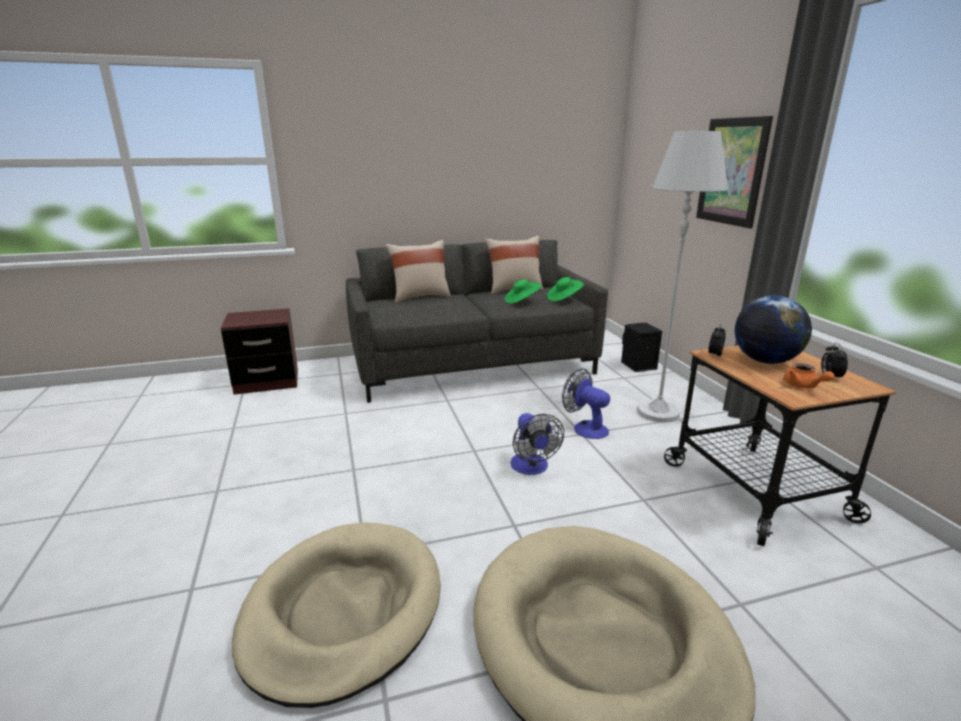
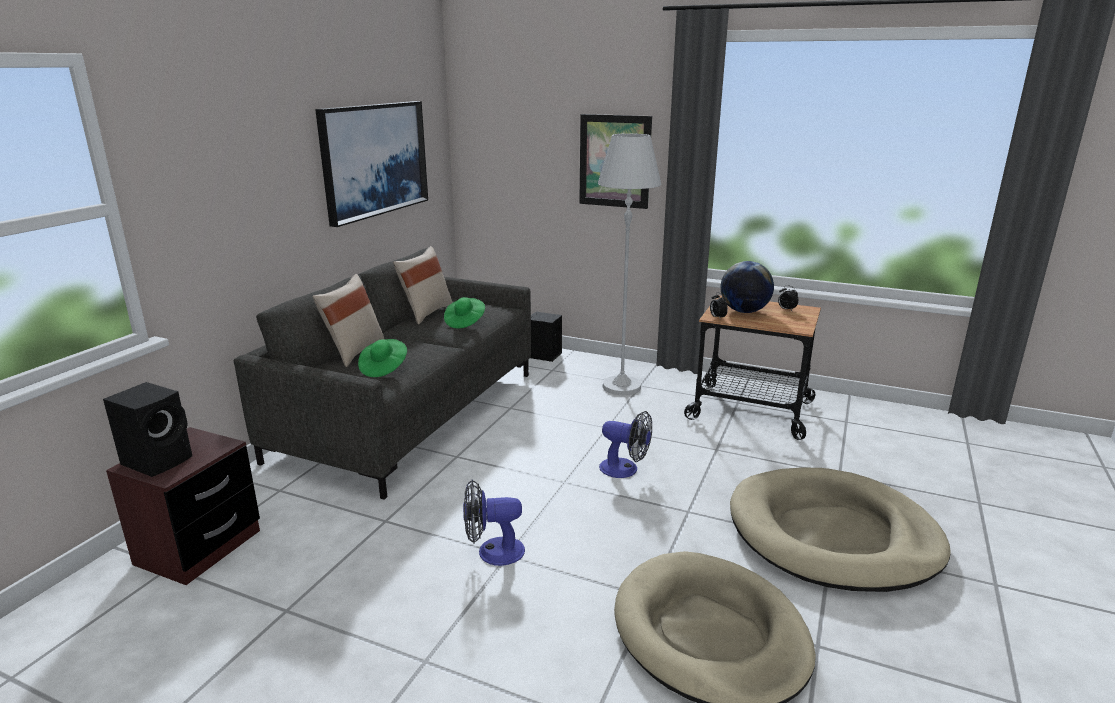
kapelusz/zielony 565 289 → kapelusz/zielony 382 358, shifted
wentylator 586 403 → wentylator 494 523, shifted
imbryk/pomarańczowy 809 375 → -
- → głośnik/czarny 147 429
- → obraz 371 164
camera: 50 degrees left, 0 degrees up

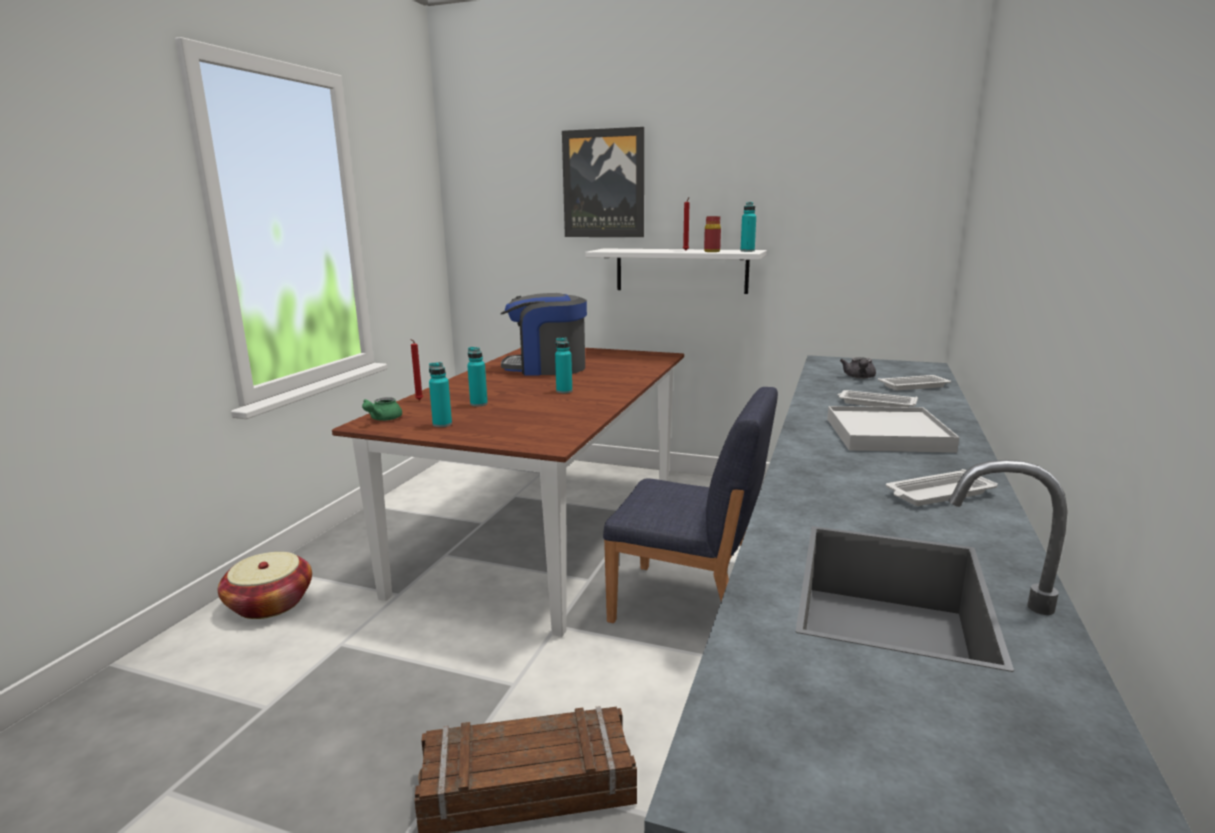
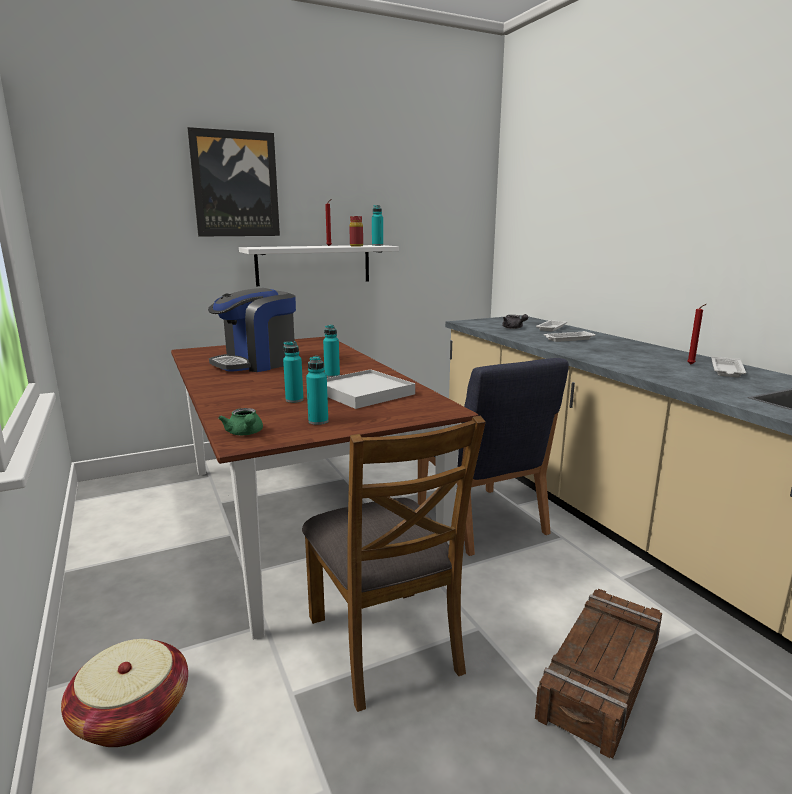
świeca/czerwony 416 369 → świeca/czerwony 696 334, shifted
krzesło/niebieski 690 505 → krzesło/niebieski 493 457, 90 degrees clockwise
taca/biały 893 429 → taca/biały 371 389, shifted
- → krzesło/brązowy 394 564
camera: 45 degrees left, 0 degrees up

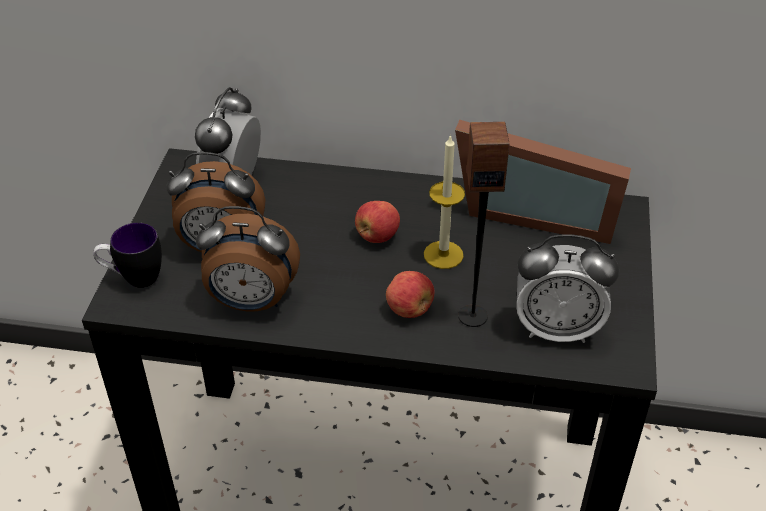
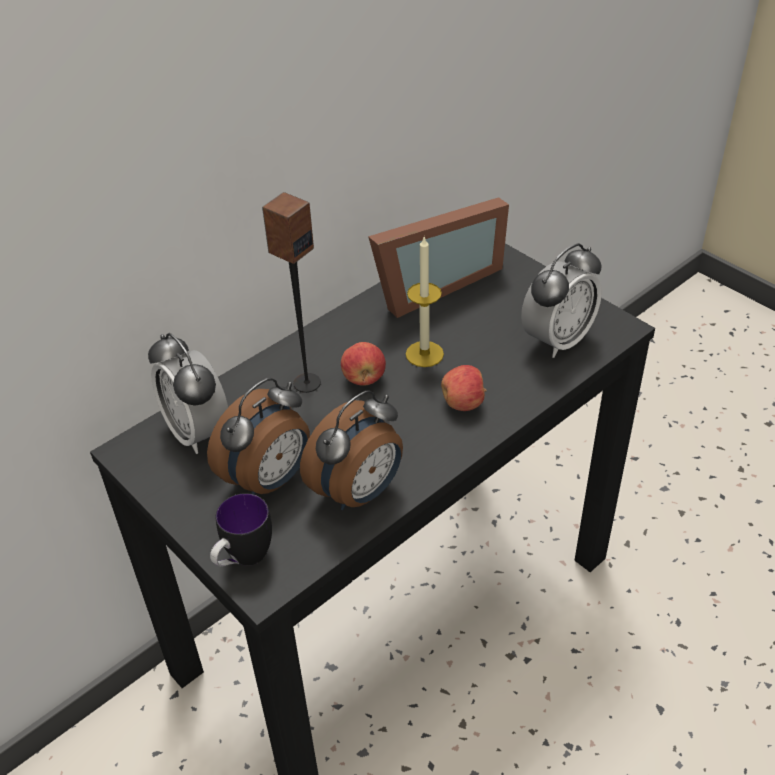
głośnik 484 224 → głośnik 291 292, shifted
camera: 50 degrees left, 0 degrees up

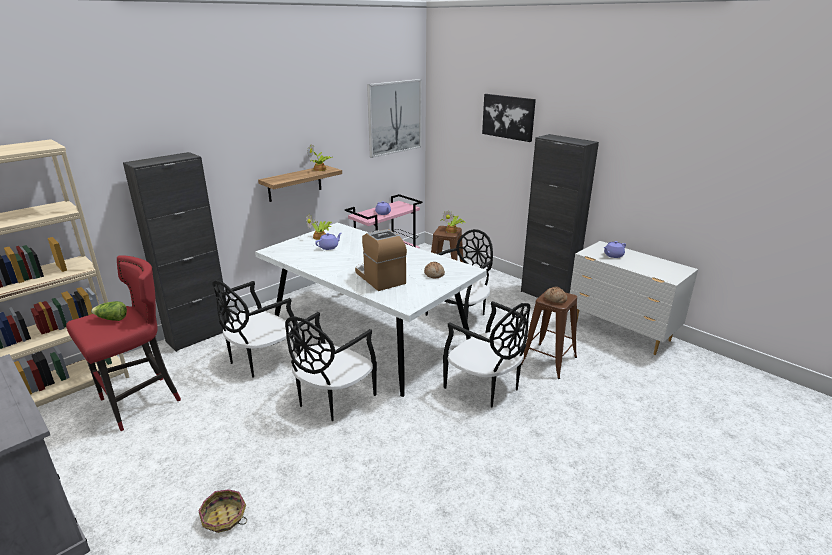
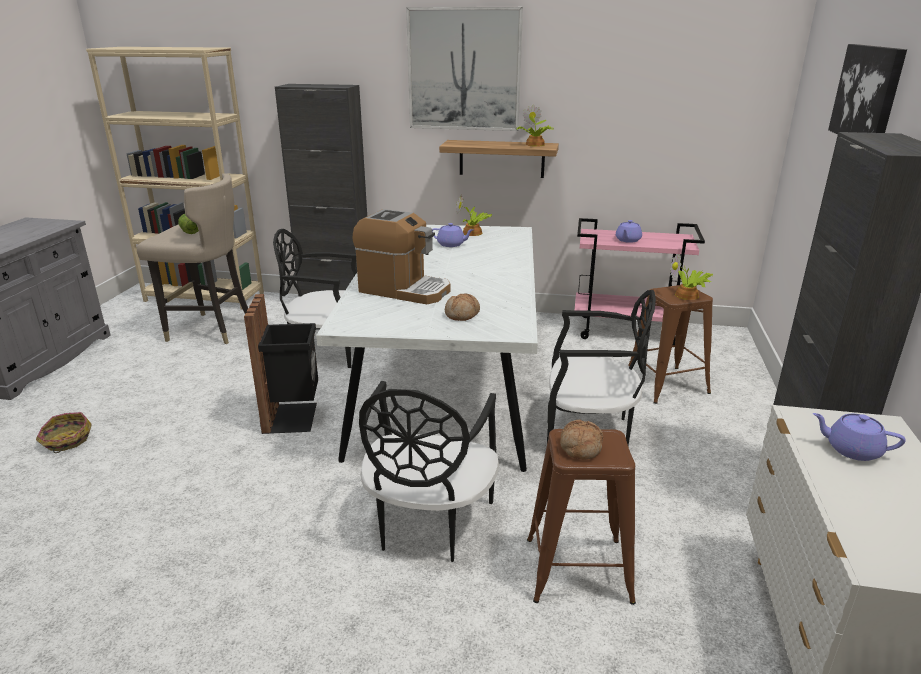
stołek/czerwony 123 343 → stołek/beżowy 192 258
krzesło/czarny 331 366 → kosz na śmieci/czarny 281 364
ekspres do kawy 381 260 → ekspres do kawy 401 256, 90 degrees clockwise
obraz 394 118 → obraz 464 69, shifted
camera: 55 degrees right, 0 degrees up

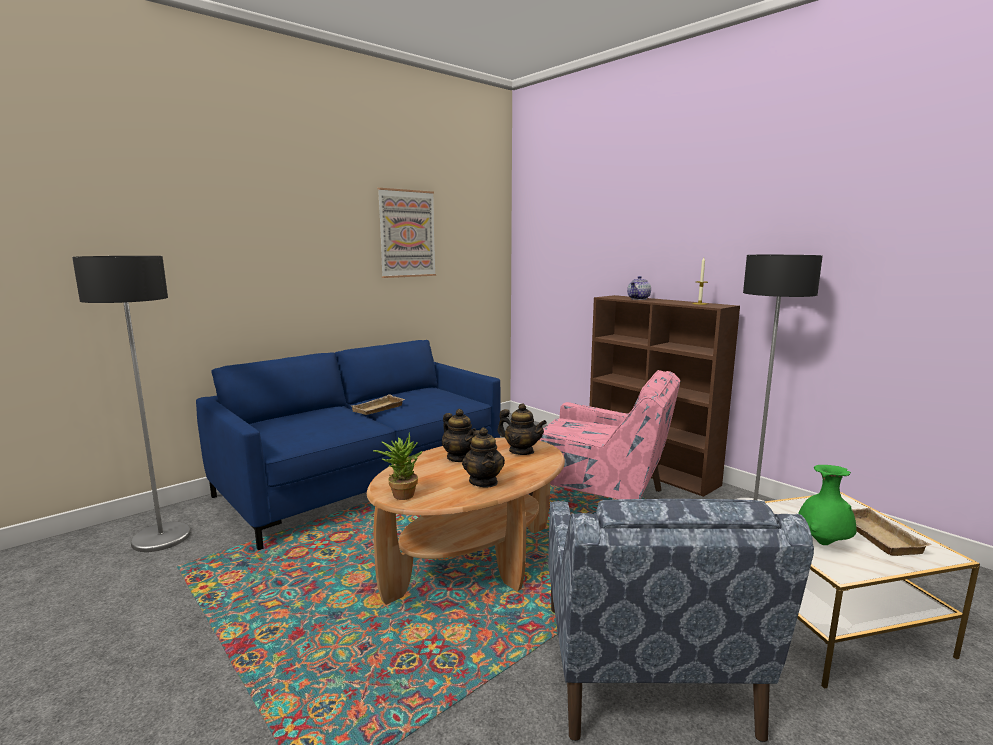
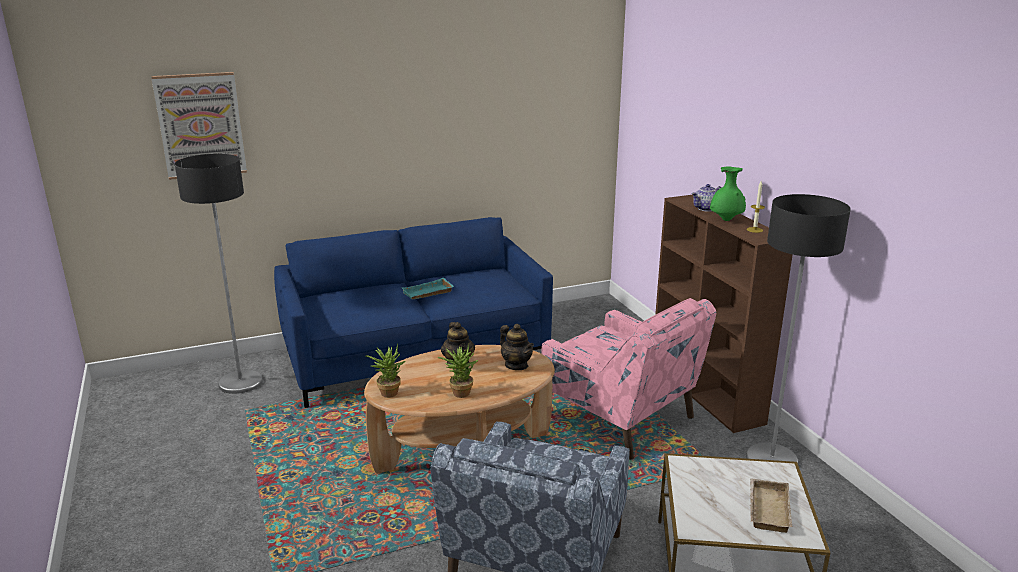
taca/beżowy 378 404 → taca/turkusowy 428 289
obraz 407 233 → obraz 199 126, shifted
imbryk 483 457 → roślina doniczkowa 458 370
wazon/zielony 827 505 → wazon/zielony 728 194, shifted
camera: 20 degrees right, 10 degrees up

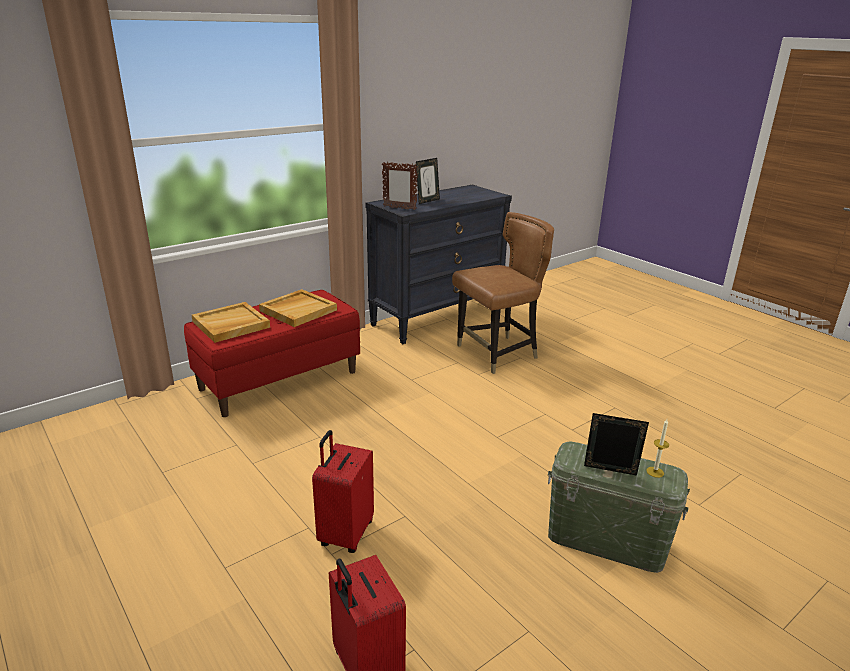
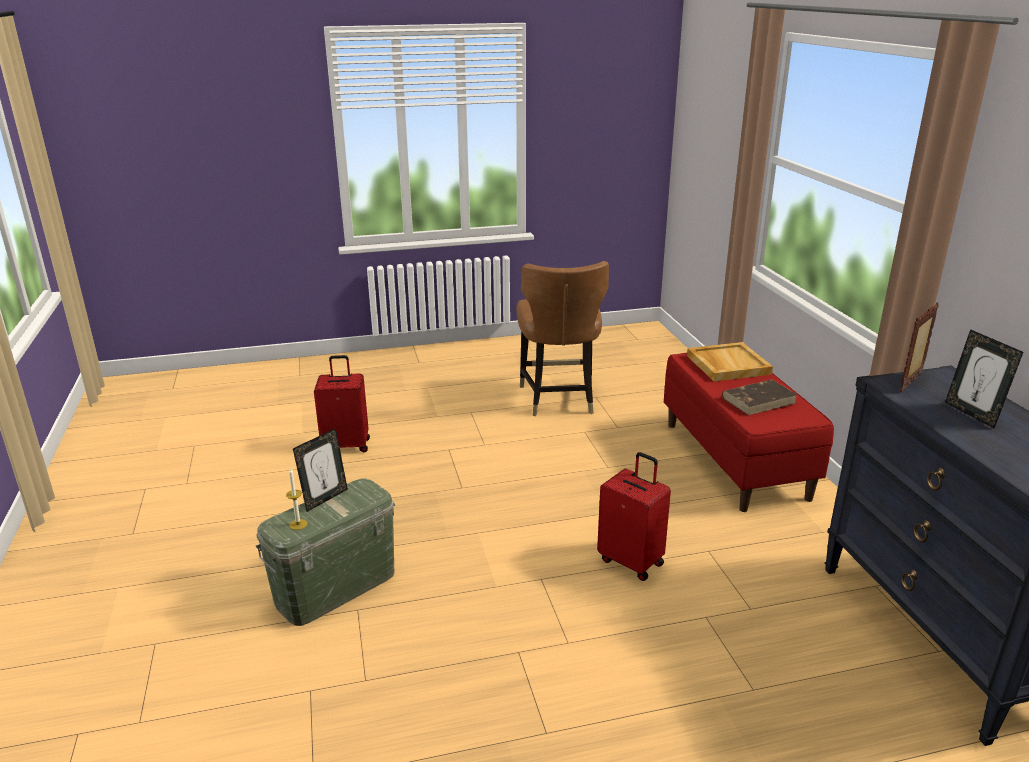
taca/beżowy 298 308 → książka/brązowy 760 397
walizka/czerwony 343 491 → walizka/czerwony 634 516, shifted
krzesło/brązowy 503 293 → krzesło/brązowy 563 338, shifted
camera: 115 degrees right, 0 degrees up

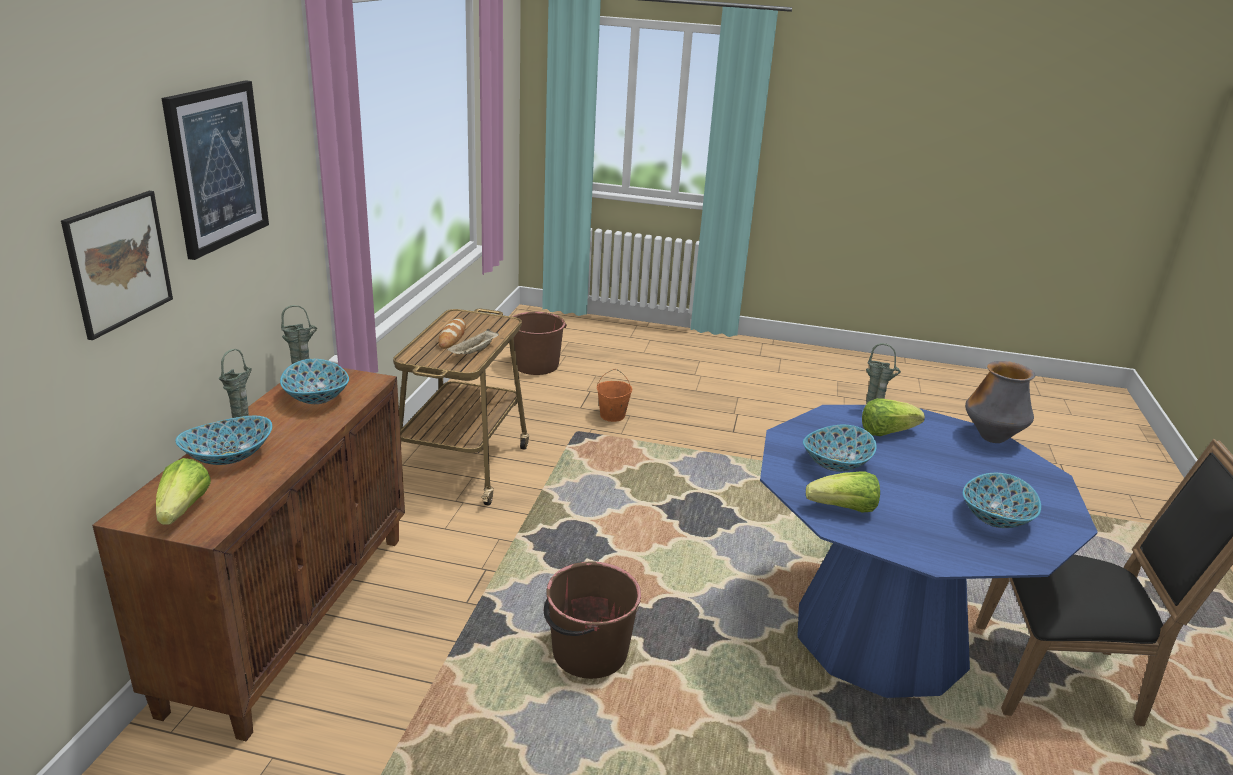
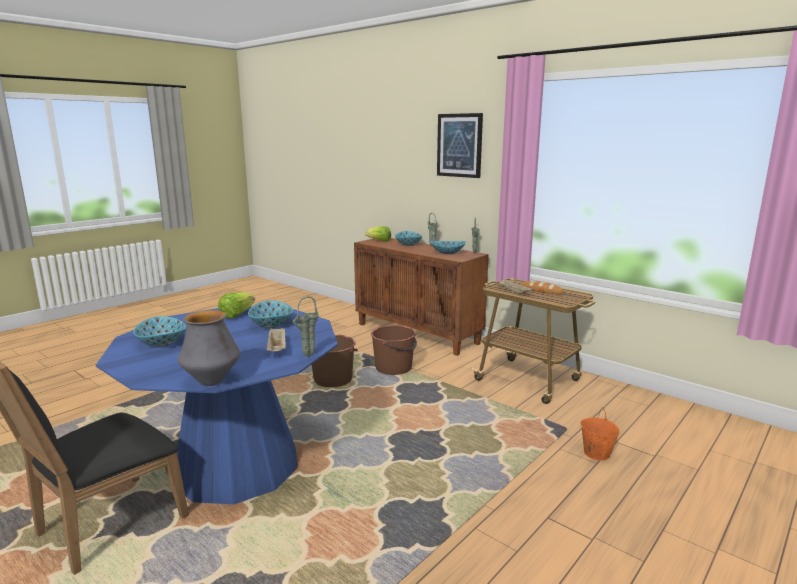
obraz 117 265 → -
wiadro/brązowy 539 343 → wiadro/brązowy 394 350, shifted
sałata 893 417 → taca/beżowy 276 339
camera: 120 degrees right, 10 degrees down

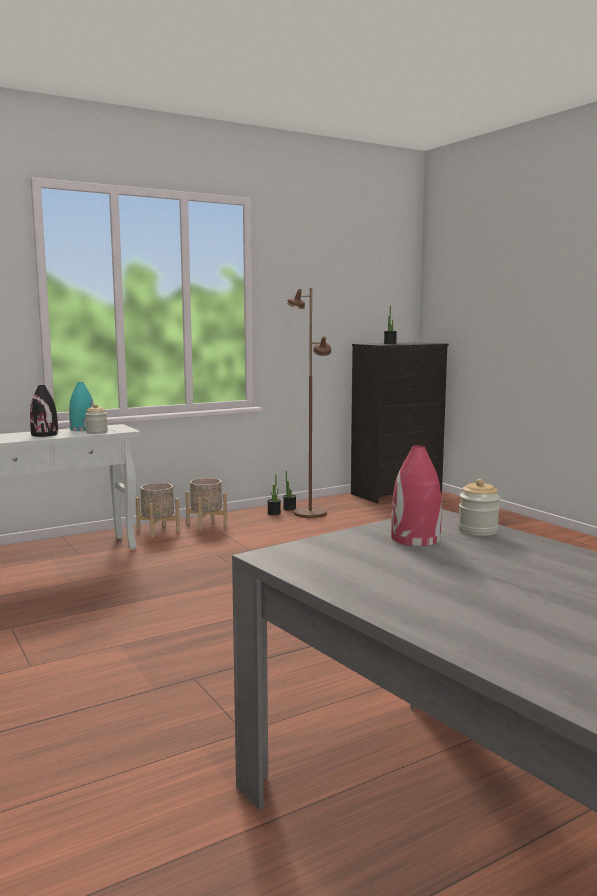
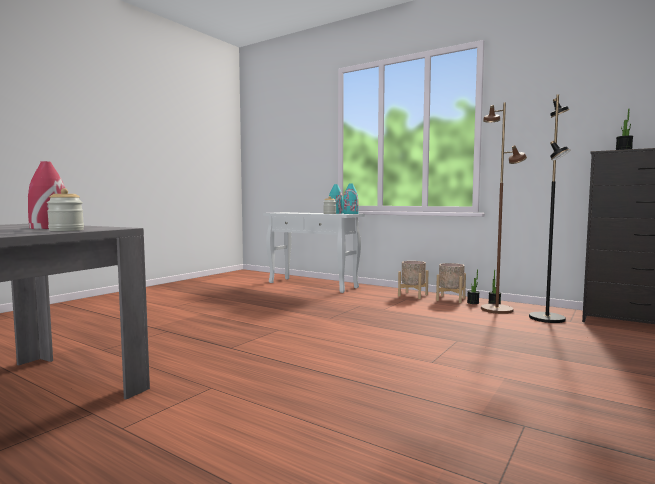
wazon/czarny 44 411 → -
donica/beżowy 158 510 → donica/beżowy 451 283, shifted
- → wazon/turkusowy 351 199
- → lampa stojąca/czarny 549 208
camera: 65 degrees right, 5 degrees down

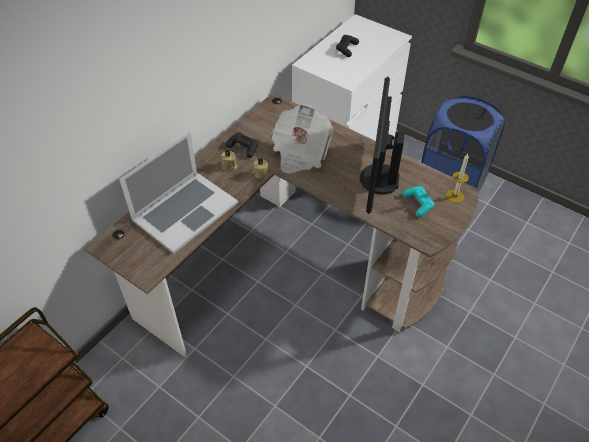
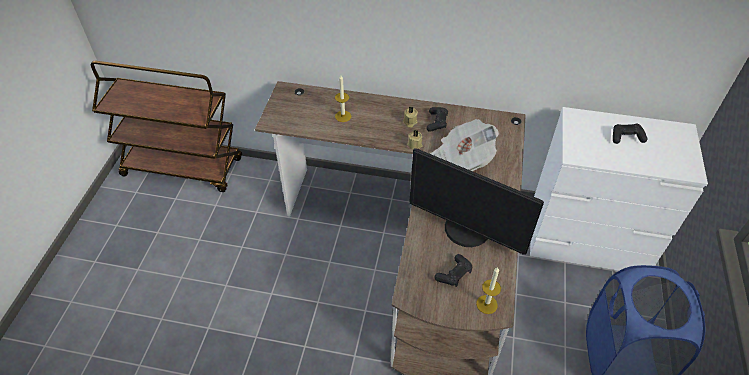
laptop 178 193 → świeca 343 99
monitor 382 145 → monitor 476 201, 135 degrees counterclockwise
pad do gier/turkusowy 418 201 → pad do gier/czarny 453 270
camera: 65 degrees right, 0 degrees up

